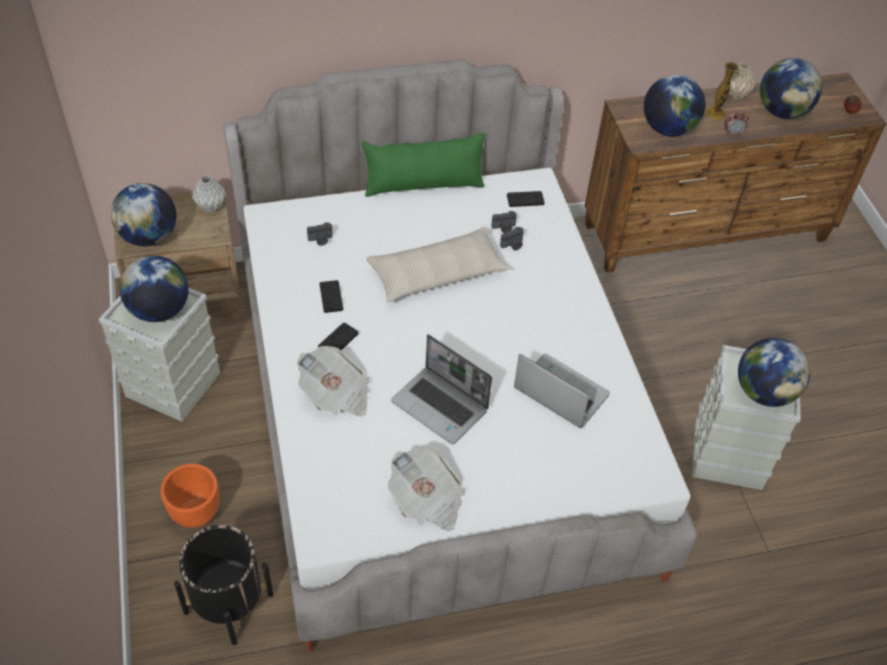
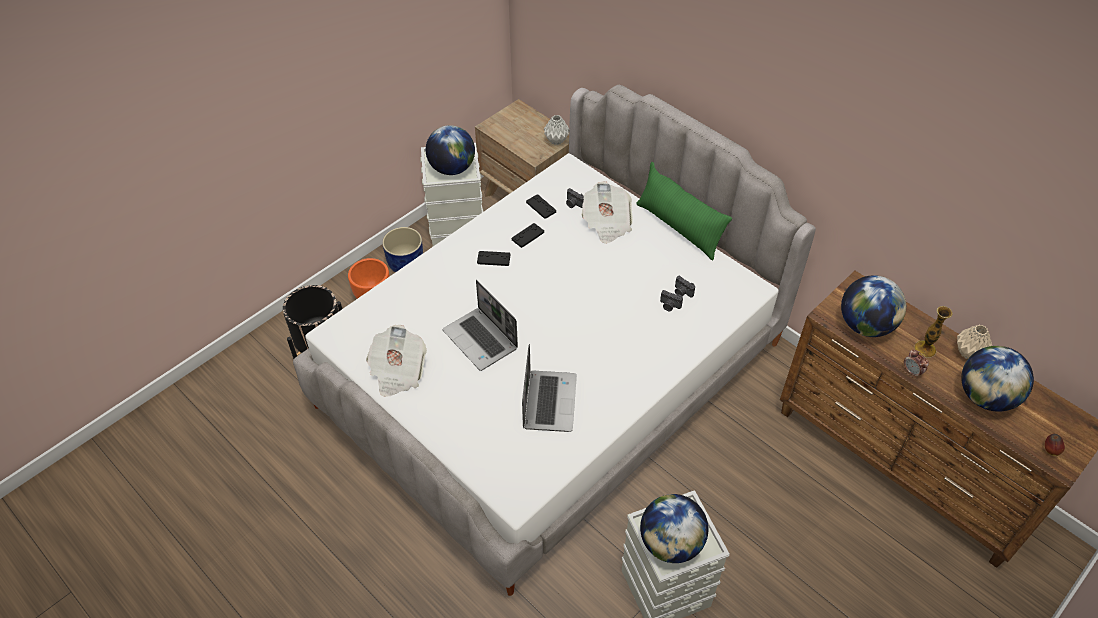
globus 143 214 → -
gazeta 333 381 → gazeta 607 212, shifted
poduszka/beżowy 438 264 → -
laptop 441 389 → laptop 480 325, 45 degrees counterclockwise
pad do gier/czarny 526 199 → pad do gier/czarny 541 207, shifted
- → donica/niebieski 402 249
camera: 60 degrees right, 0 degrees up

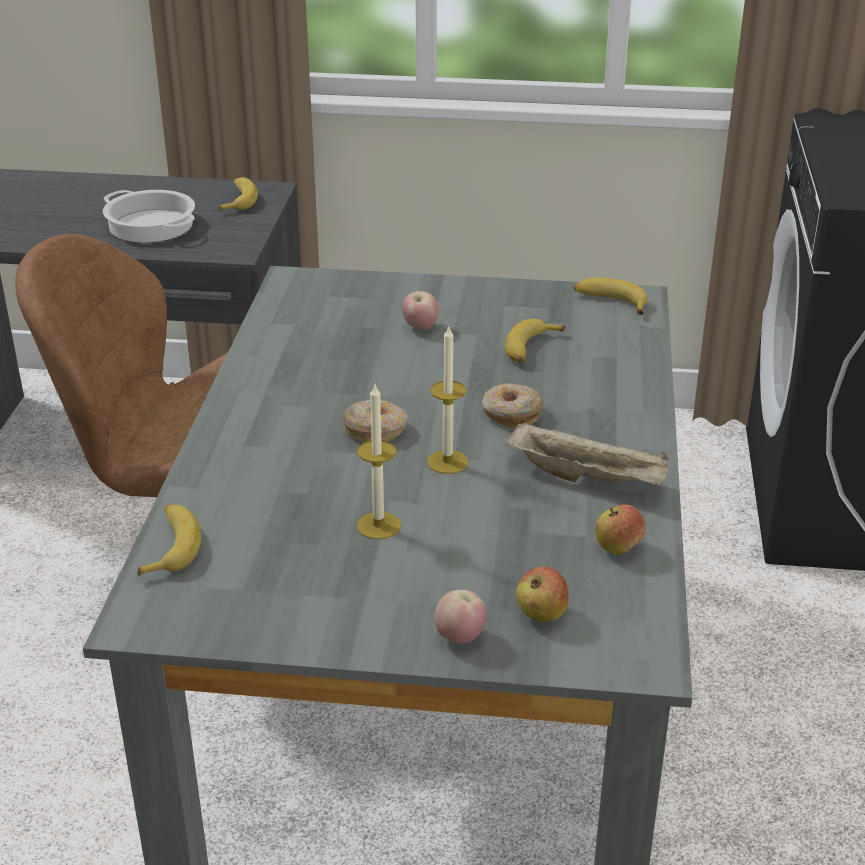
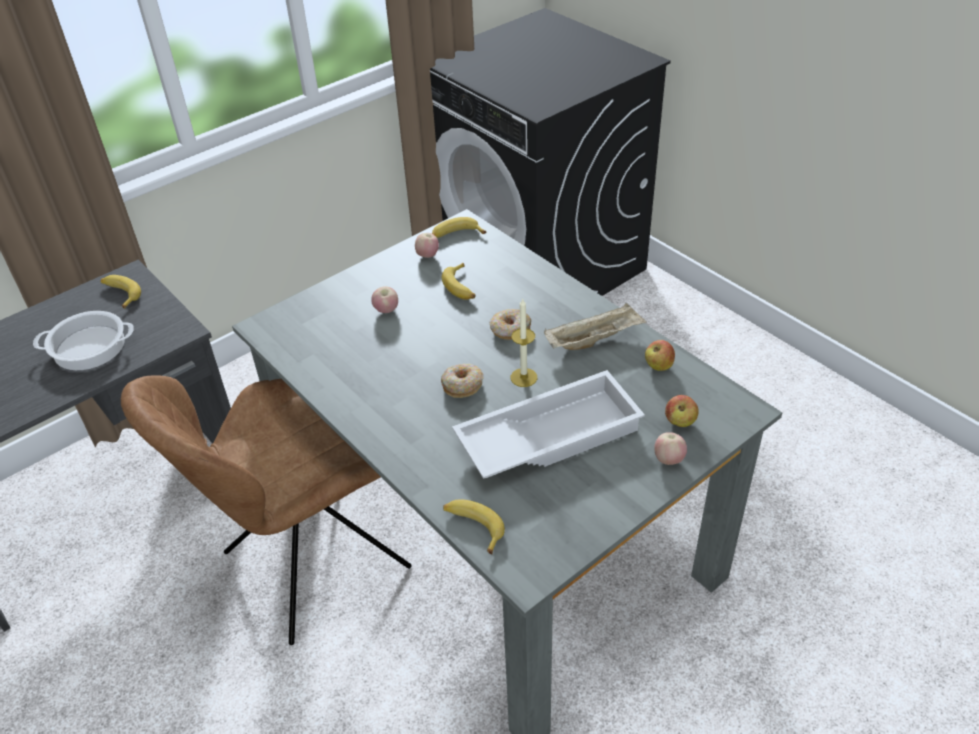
świeca 379 462 → taca/biały 548 424
- → jabłko 427 245
camera: 45 degrees left, 10 degrees up

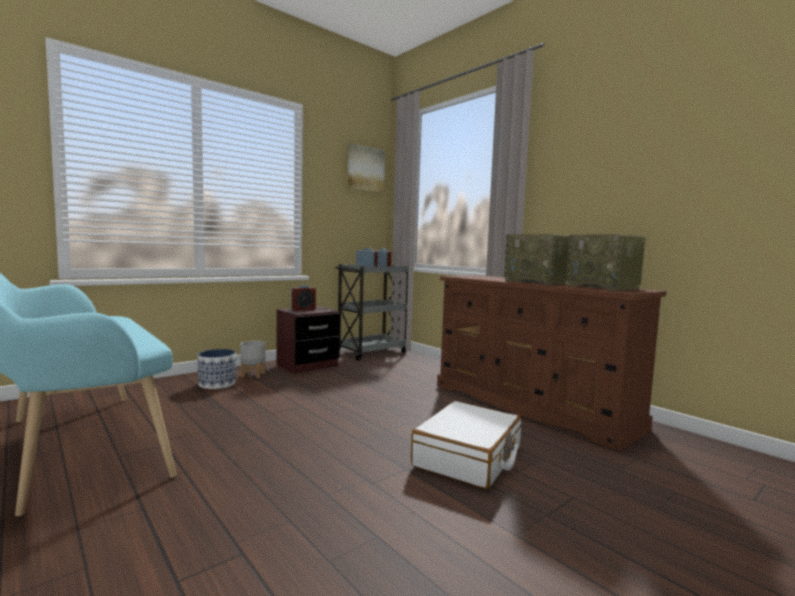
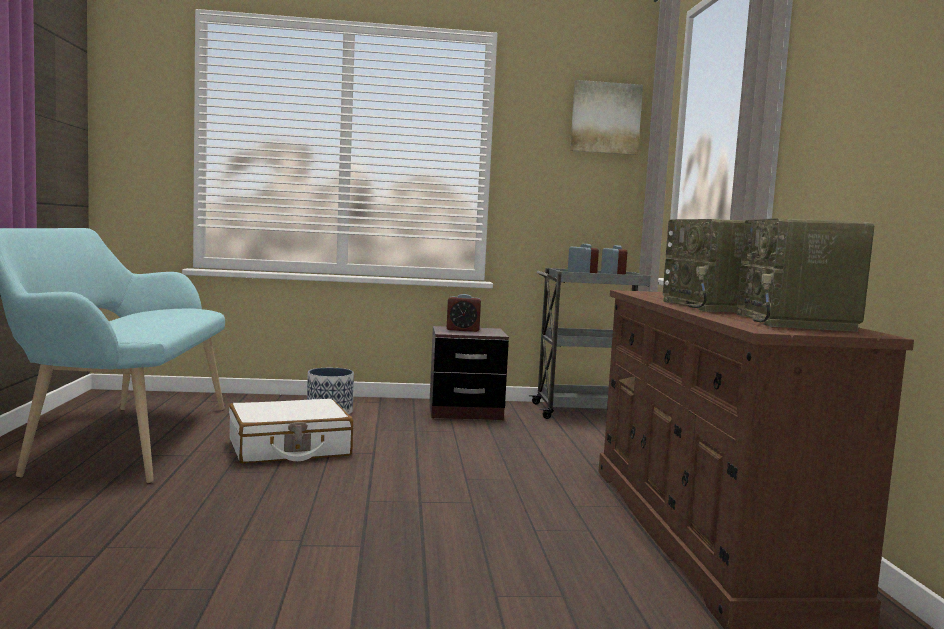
donica/szary 253 359 → -
walizka/biały 466 445 → walizka/biały 291 431, shifted
camera: 35 degrees right, 0 degrees up

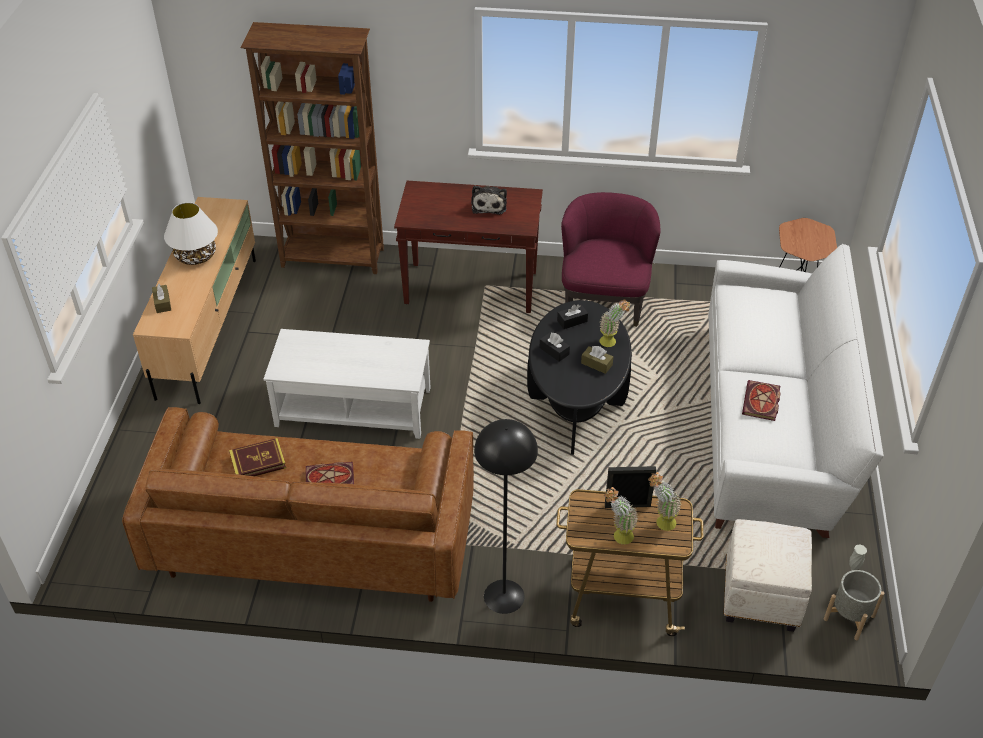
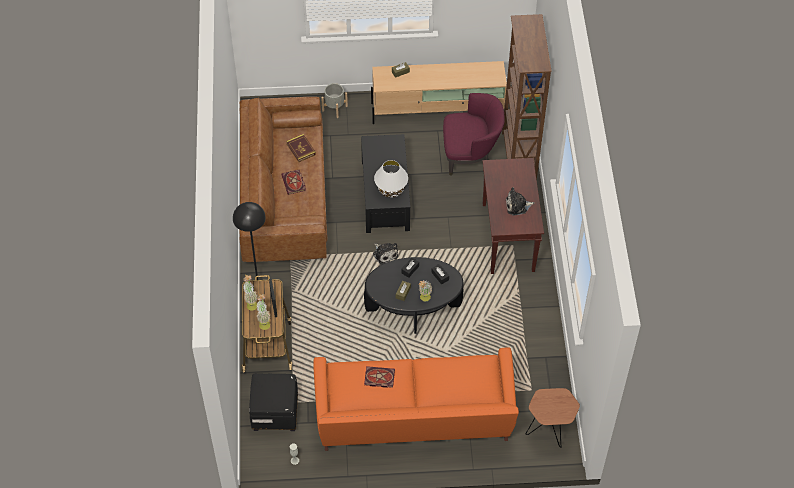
lampa stołowa/biały 191 233 → lampa stołowa/biały 391 179, shifted
ława/biały 347 384 → ława/czarny 385 183
fotel/fioletowy 610 259 → fotel/fioletowy 474 134, shifted
kanapa/biały 796 391 → kanapa/pomarańczowy 416 399
pufa/biały 768 575 → pufa/czarny 273 402
donica/szary 854 605 → donica/szary 334 100, shifted
- → pluszak 385 254
camera: 80 degrees right, 10 degrees up

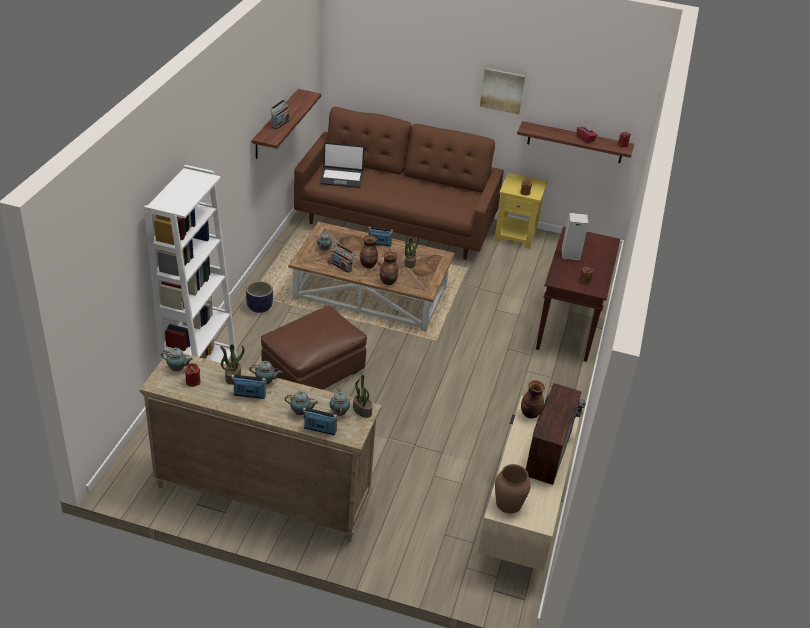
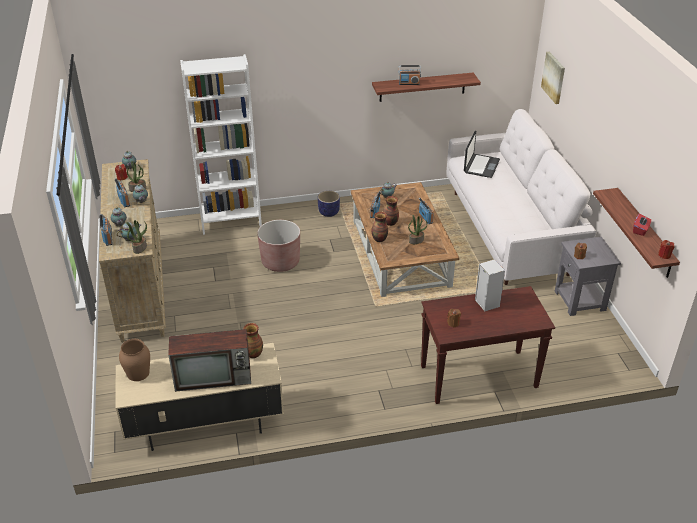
pufa/brązowy 314 348 → donica/brązowy 278 246
kanapa/brązowy 399 183 → kanapa/biały 521 197
laptop 342 165 → laptop 482 154, 135 degrees counterclockwise
obraz 502 91 → obraz 553 78, shifted
stolik/żółty 521 211 → stolik/szary 588 276
camera: 65 degrees right, 0 degrees up

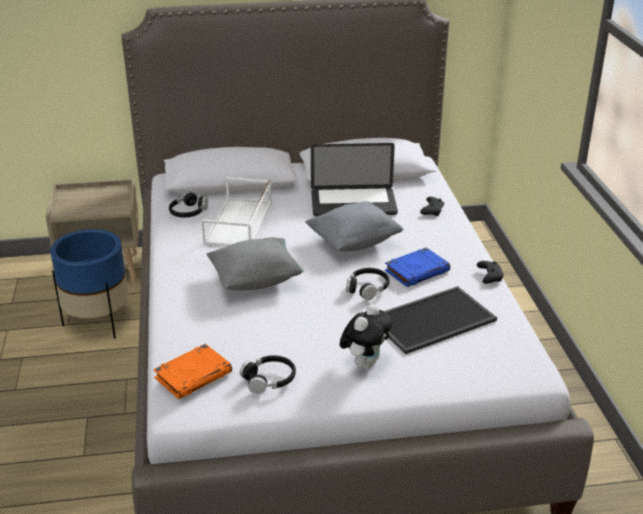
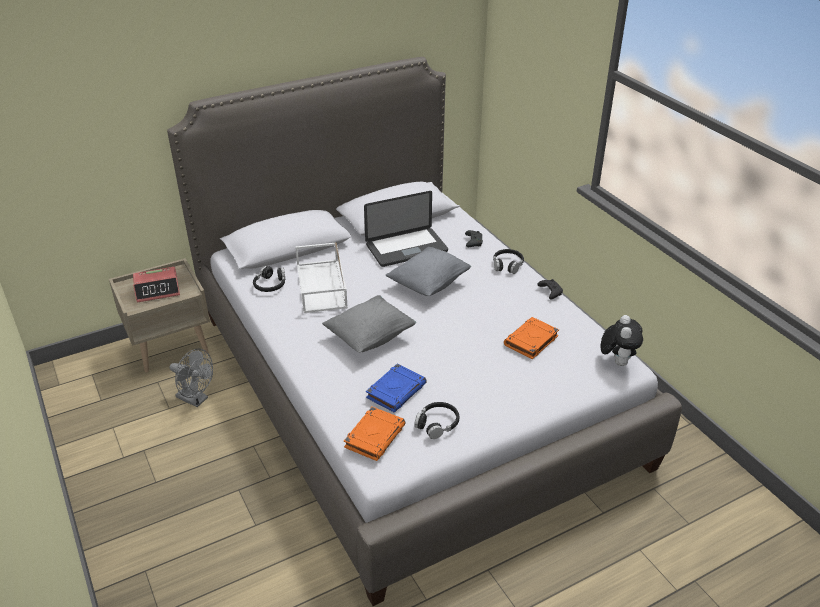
donica/niebieski 89 284 → wentylator/szary 191 378
pluszak 366 336 → pluszak 621 340, shifted
słuchawki/czarny 368 284 → słuchawki/czarny 508 261, shifted
taca 440 320 → książka/pomarańczowy 531 338
książka/niebieski 417 267 → książka/niebieski 396 388, shifted
- → budzik 156 285
camera: 20 degrees left, 5 degrees up

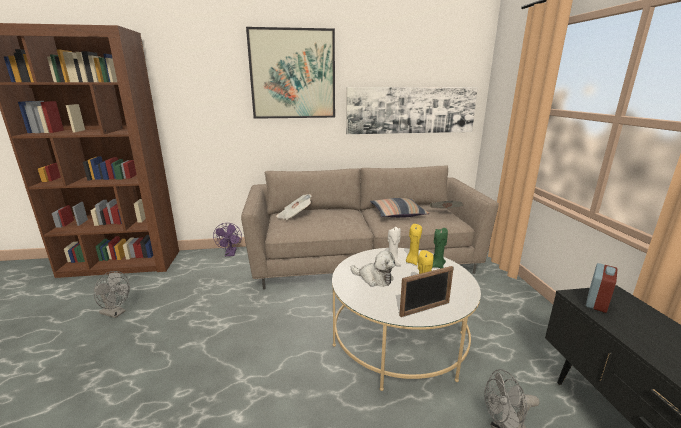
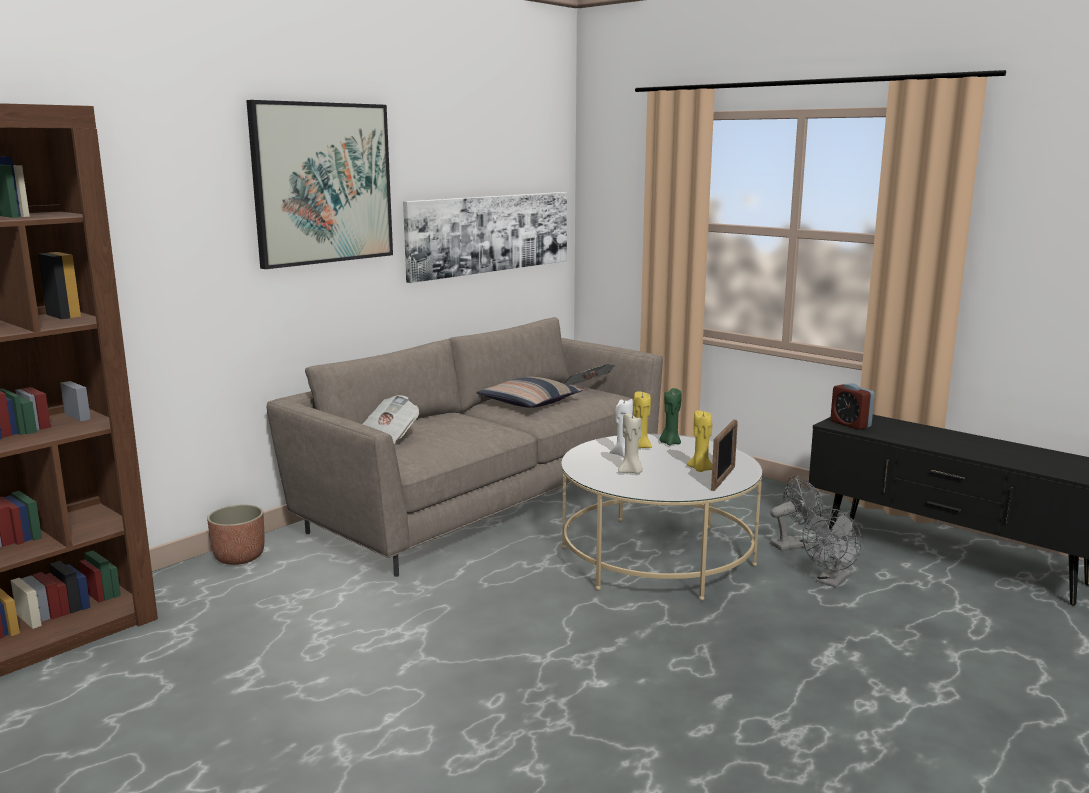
wentylator/szary 112 294 → wentylator/szary 796 513, shifted
wentylator/fioletowy 227 239 → donica 235 535
pluszak 372 269 → świeca/beżowy 630 443
budzik 602 288 → budzik 852 407, 150 degrees clockwise
camera: 40 degrees left, 5 degrees down

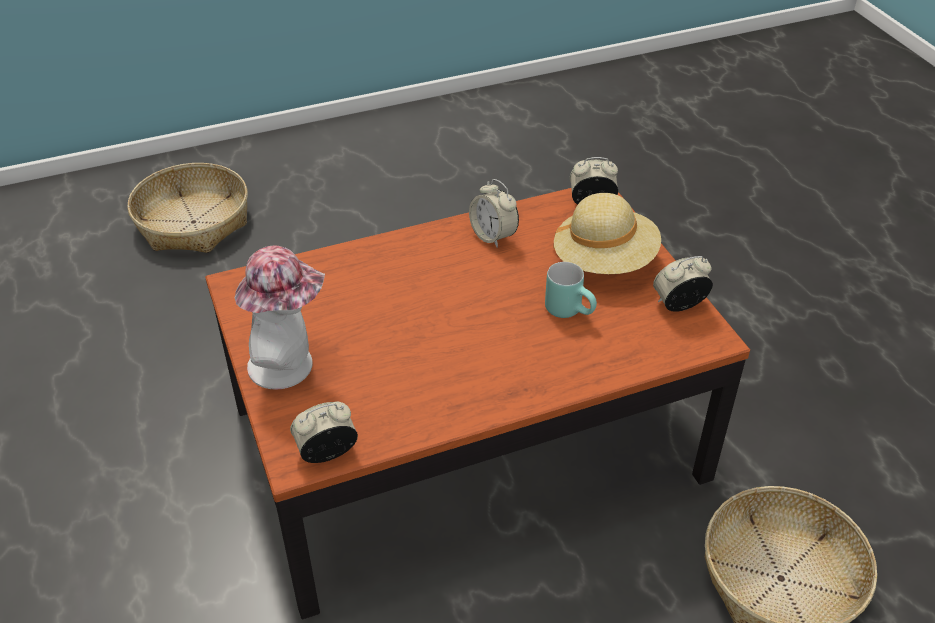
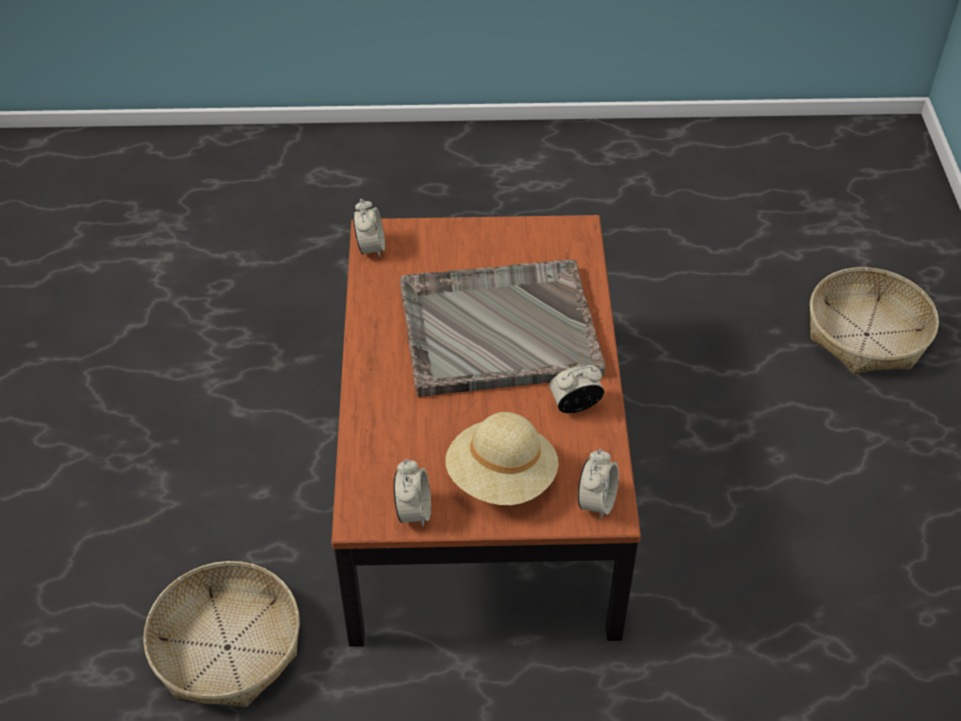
kapelusz 280 317 → -
kubek/turkusowy 571 290 → -
- → taca/szary 503 328
camera: 110 degrees right, 5 degrees up

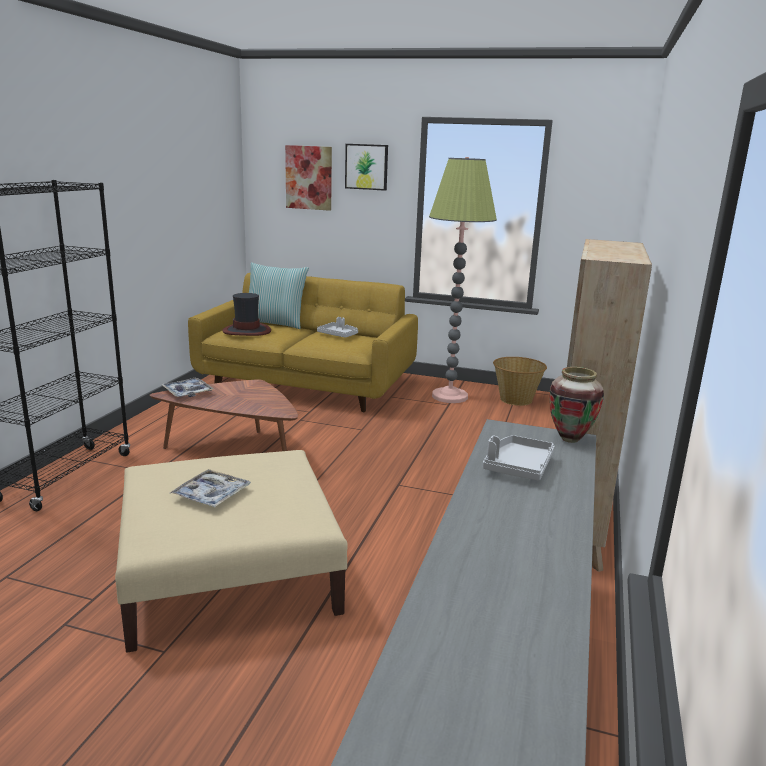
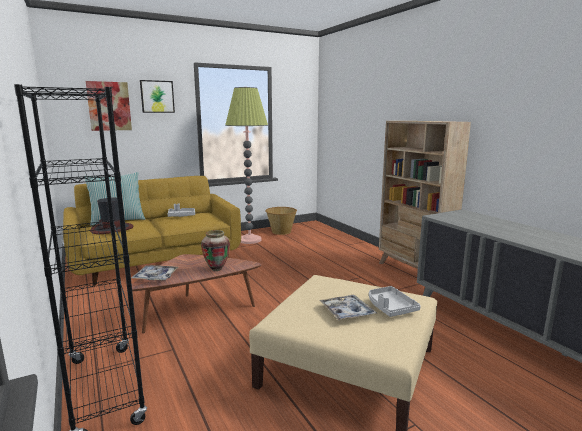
taca/szary 518 458 → taca/szary 395 301, shifted
wazon 577 405 → wazon 215 250, shifted
camera: 45 degrees left, 5 degrees down

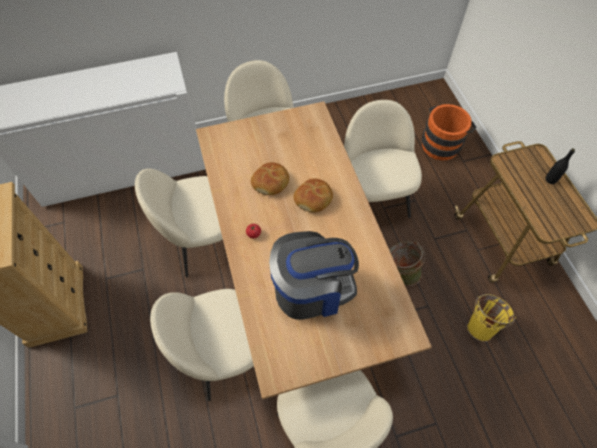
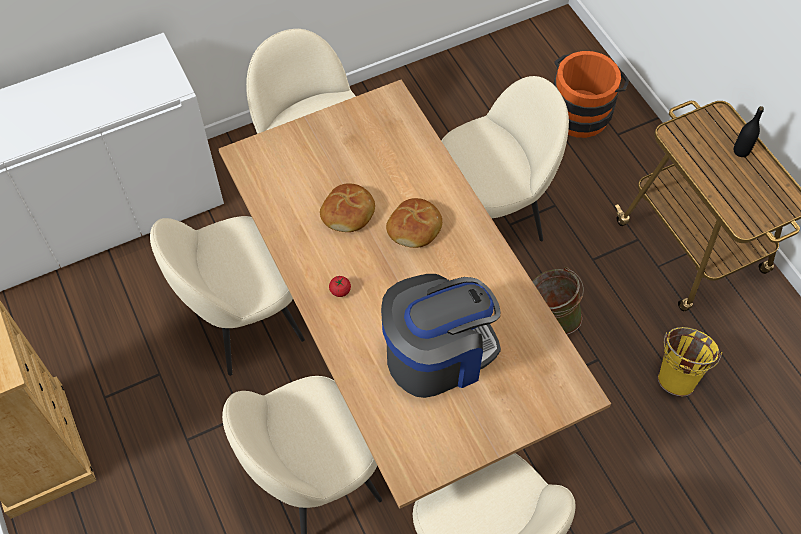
krzesło/beżowy 383 159 → krzesło/beżowy 505 158, 90 degrees clockwise
camera: 10 degrees left, 0 degrees up

